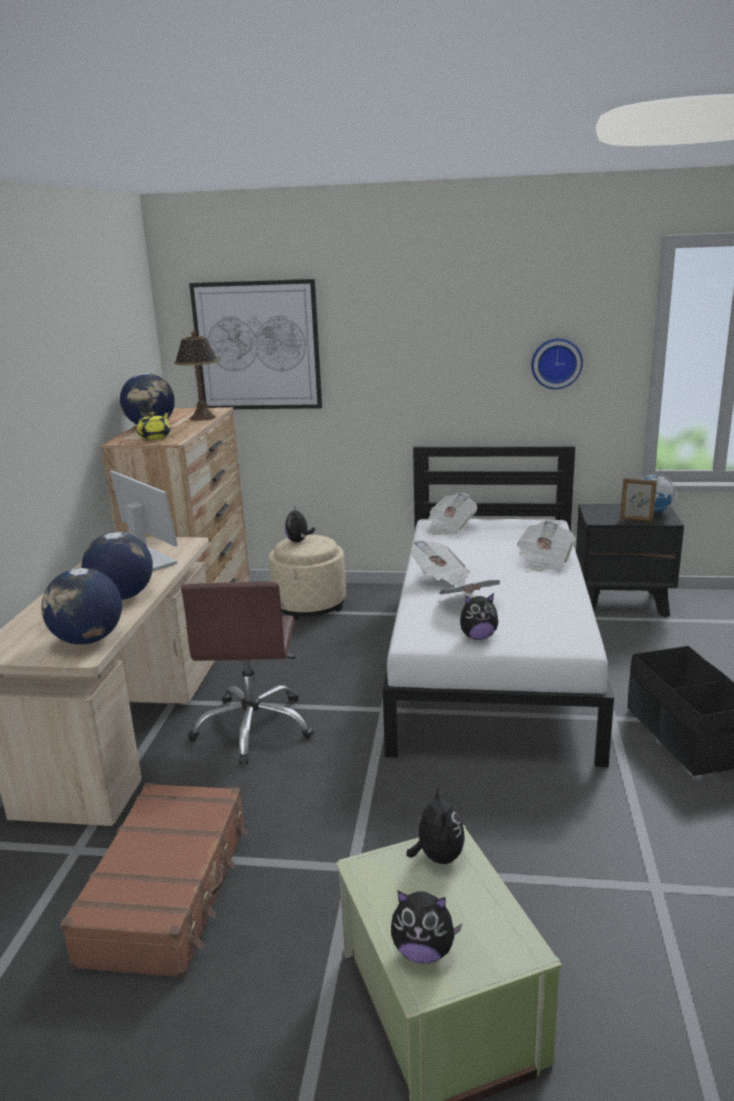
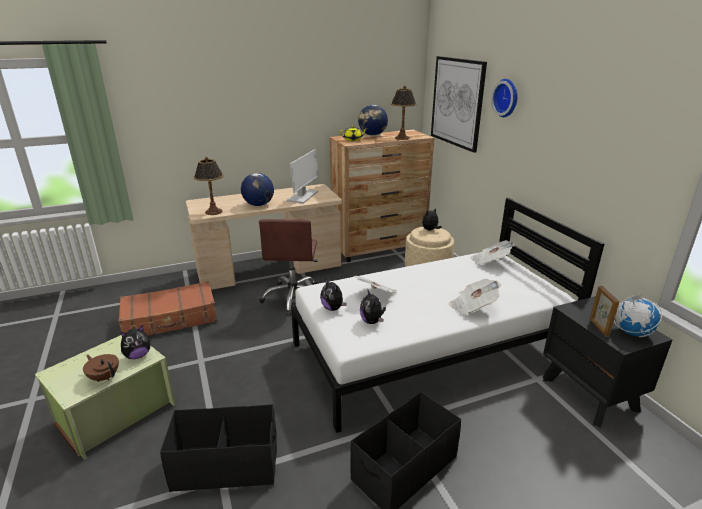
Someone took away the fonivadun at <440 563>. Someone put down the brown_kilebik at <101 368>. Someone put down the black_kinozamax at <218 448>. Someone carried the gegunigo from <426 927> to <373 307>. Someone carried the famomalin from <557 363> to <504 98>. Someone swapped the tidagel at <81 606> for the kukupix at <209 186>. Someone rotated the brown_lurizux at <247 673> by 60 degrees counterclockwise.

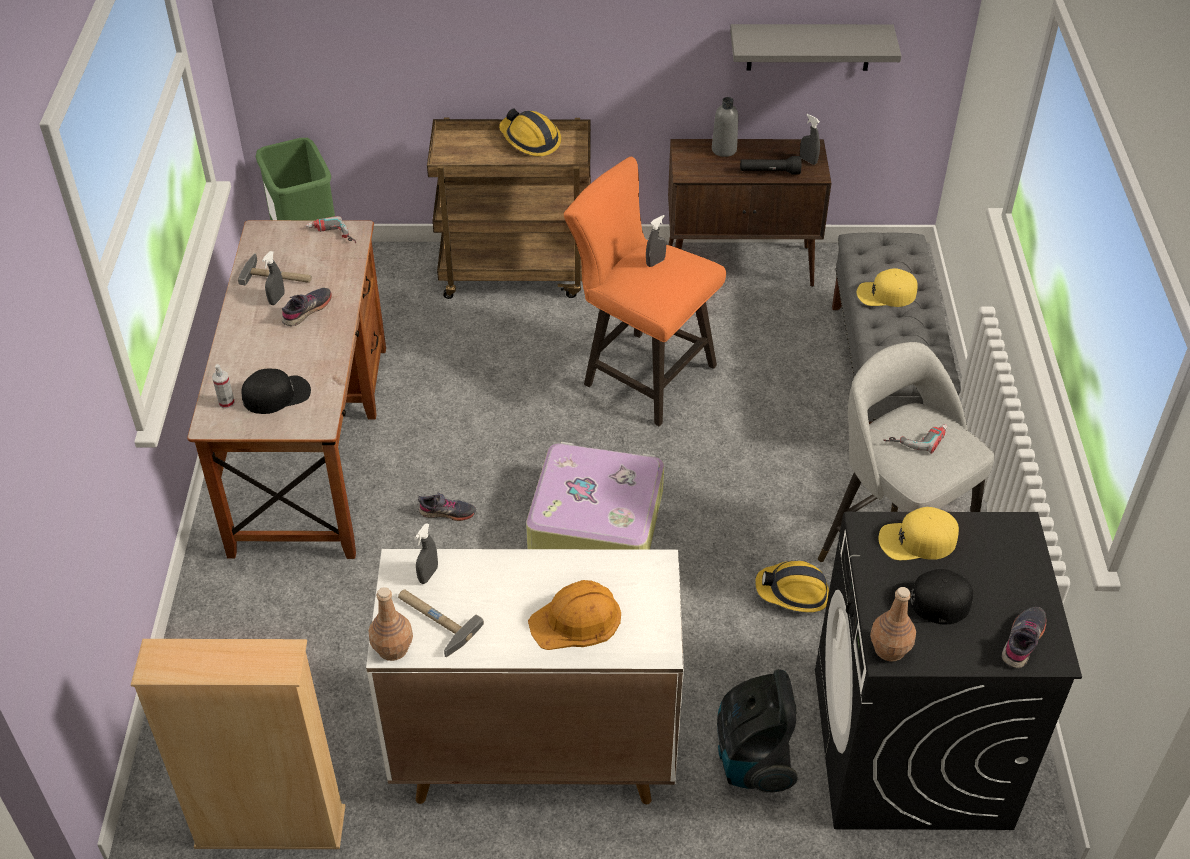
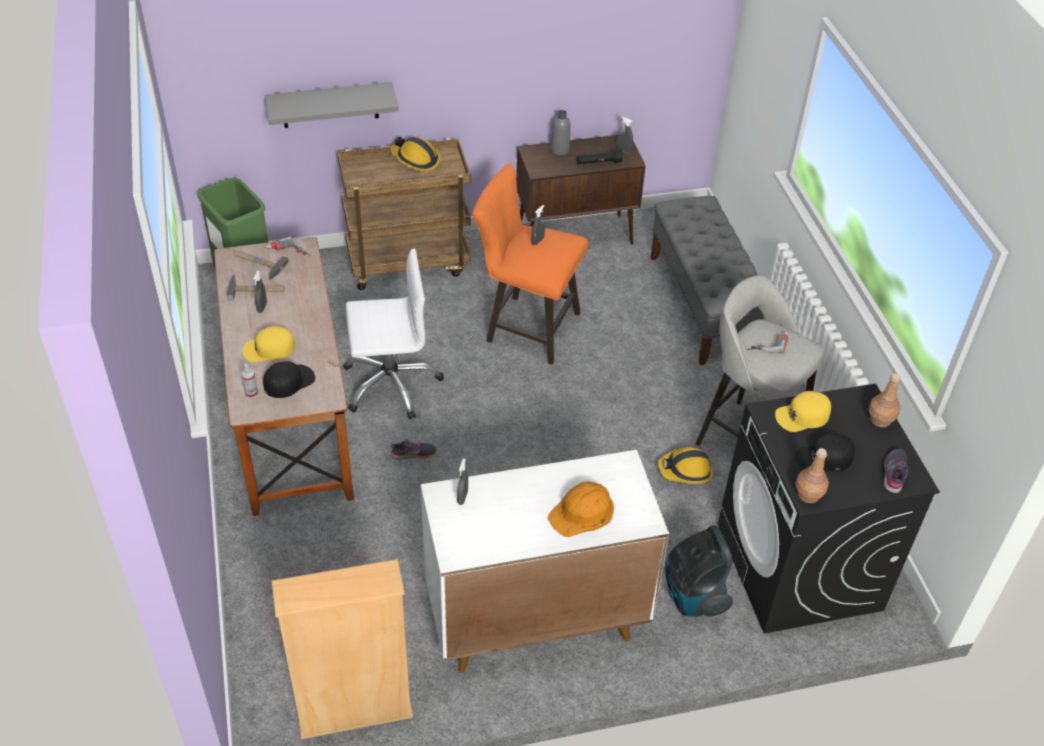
Someone took away the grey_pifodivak at <307 307>. Someone took away the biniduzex at <595 496>. Someone put down the white_lurizux at <393 333>. Someone carried the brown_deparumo from <391 624> to <885 400>. Someone carried the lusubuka from <441 623> to <261 265>. Someone carried the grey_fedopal from <815 47> to <332 105>. Someone carried the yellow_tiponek from <887 287> to <268 344>.

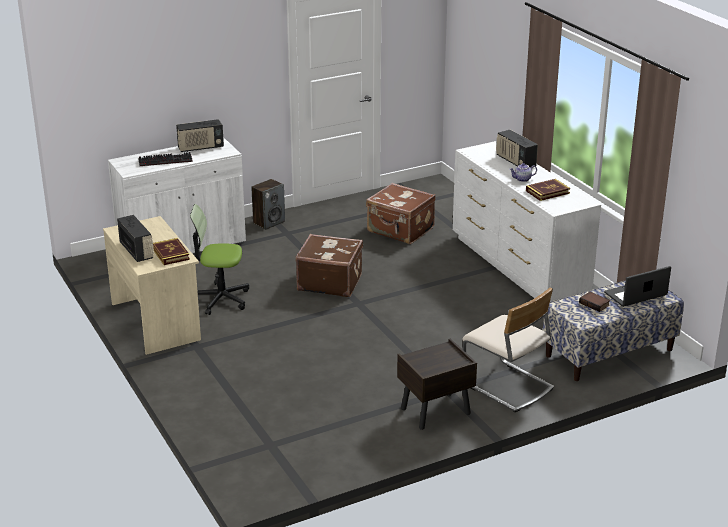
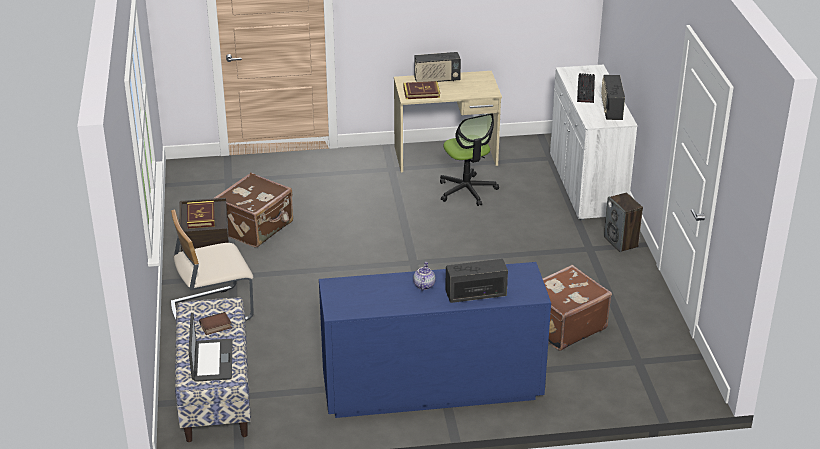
Someone carried the brown_biniduzex from <329 265> to <253 210>. Someone carried the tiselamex from <548 190> to <201 215>. Someone repainted the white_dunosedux at <526 221>, which became the blue_dunosedux at <435 340>. Someone rotated the lurizux at <219 259> by 135 degrees clockwise.

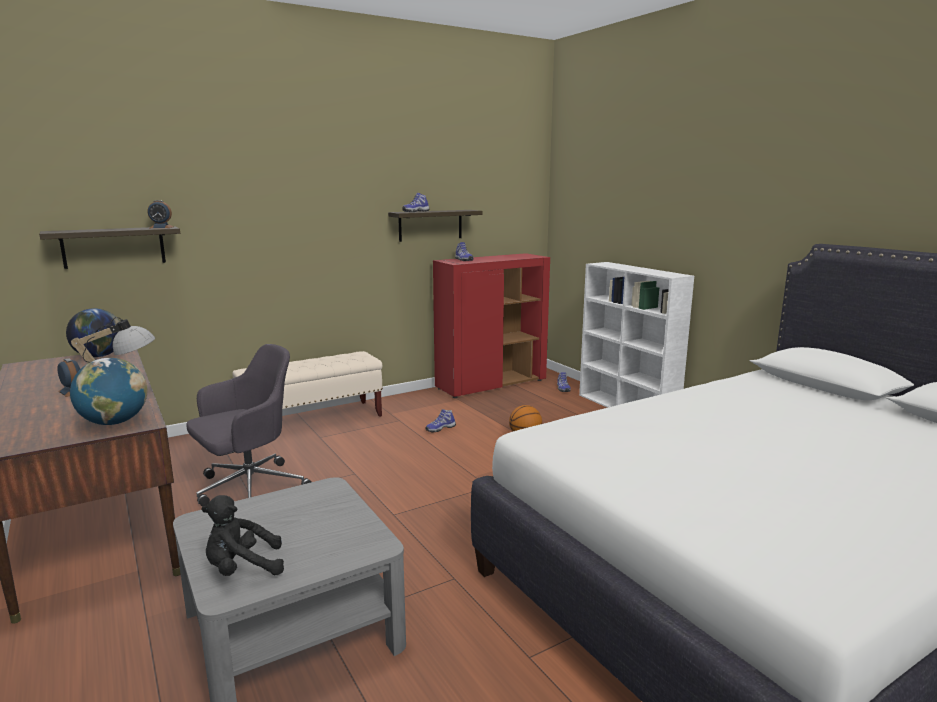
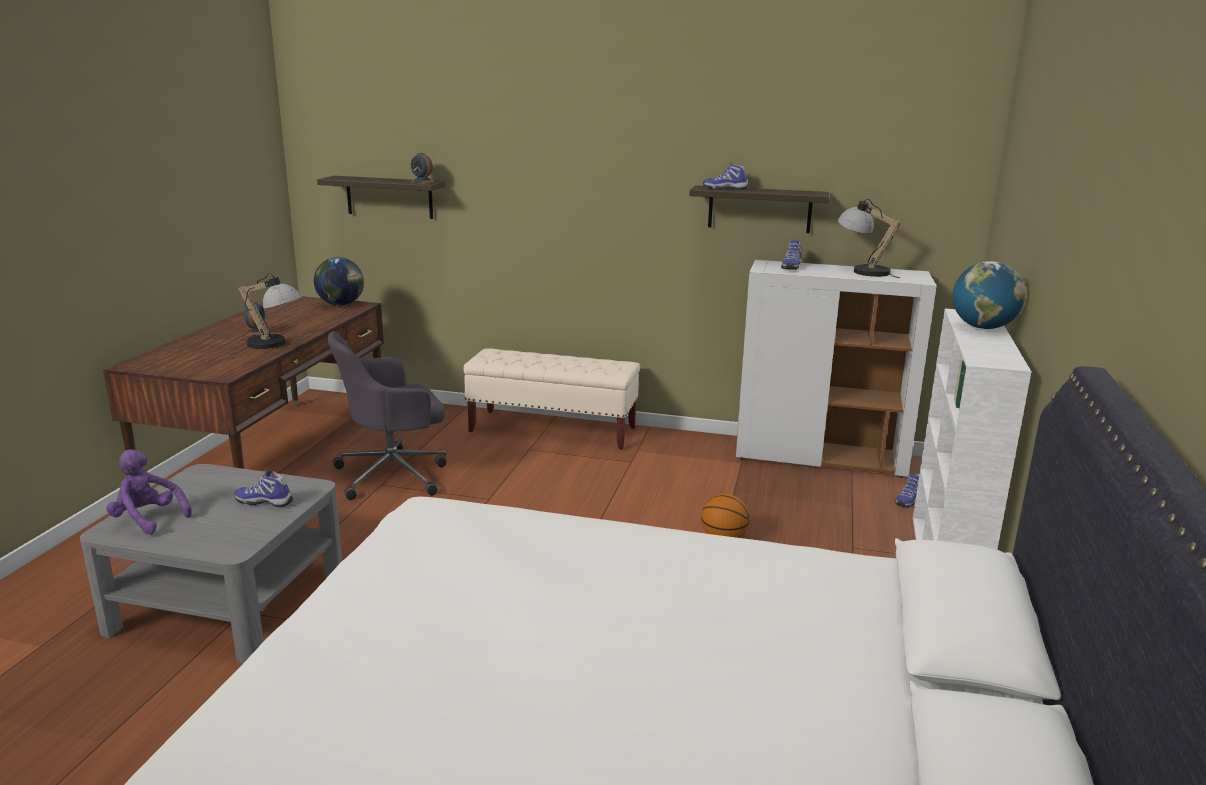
Someone put down the kukupix at <869 238>. Someone carried the tidagel from <108 391> to <989 295>. Someone carried the pifodivak from <440 421> to <263 488>. Someone repainted the black_gegunigo at <242 535>, which became the purple_gegunigo at <149 492>. Someone repainted the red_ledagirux at <491 325>, which became the white_ledagirux at <836 369>. Someone rotated the grey_lurizux at <249 425> by 150 degrees clockwise.

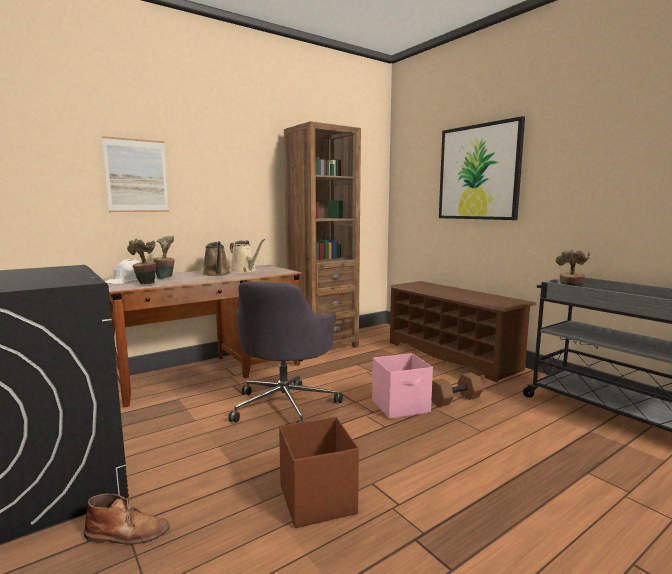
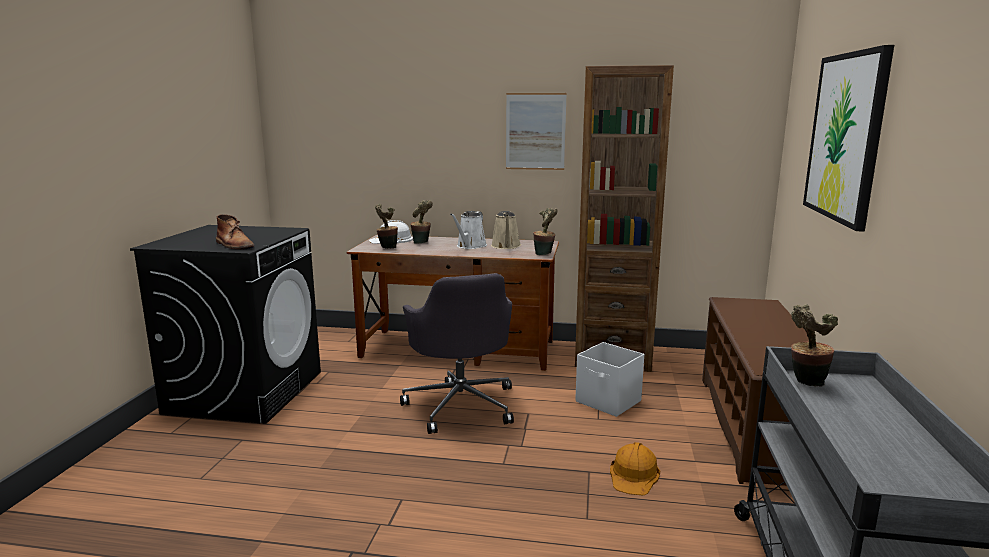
Someone took away the brown_kinozamax at <319 472>. Someone took away the pink_kinozamax at <402 386>. Someone put down the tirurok at <545 231>. Someone put down the white_kinozamax at <609 379>. Someone carried the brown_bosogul from <127 518> to <235 232>. Someone carried the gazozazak from <135 174> to <536 131>. Someone swapped the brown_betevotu at <457 389> for the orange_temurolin at <635 468>. Someone repainted the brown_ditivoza at <216 258>, which became the white_ditivoza at <468 230>. Someone rotated the grey_lurizux at <285 352> by 75 degrees counterclockwise.

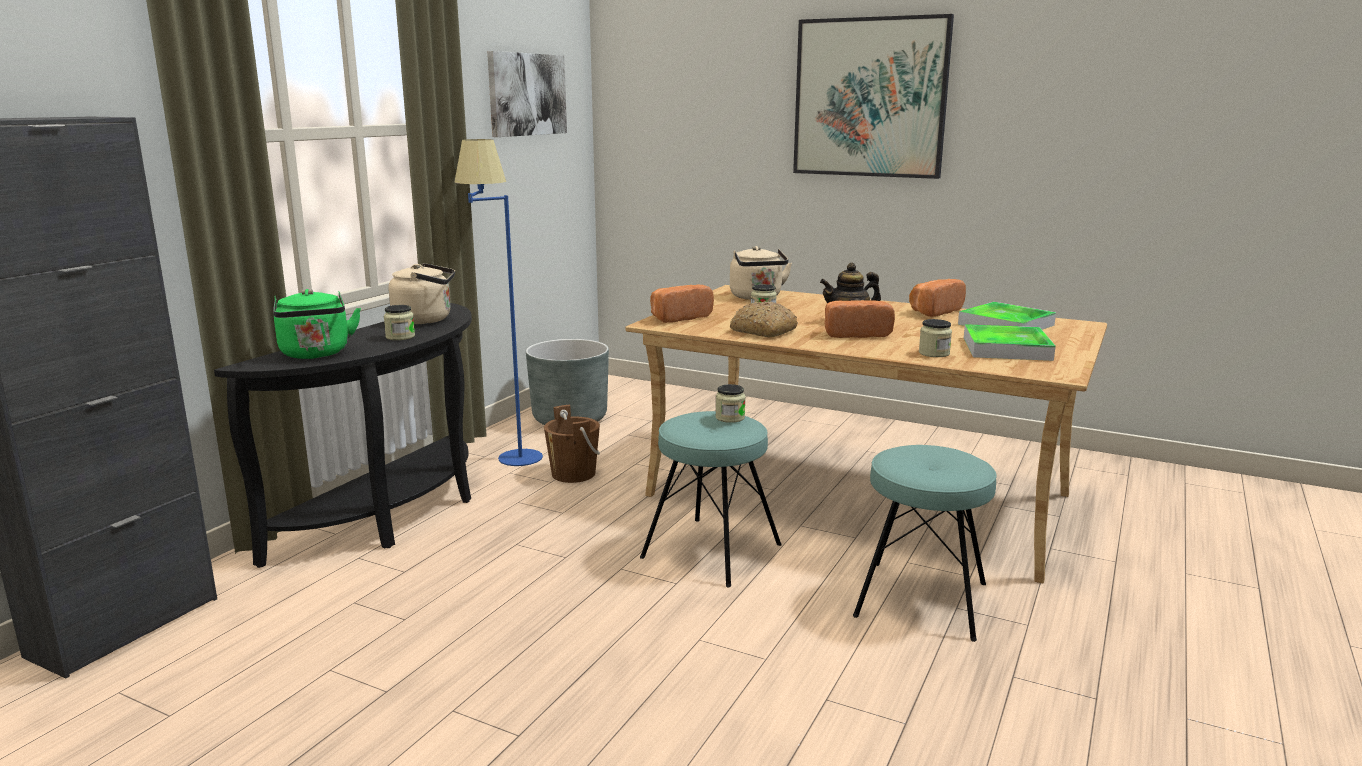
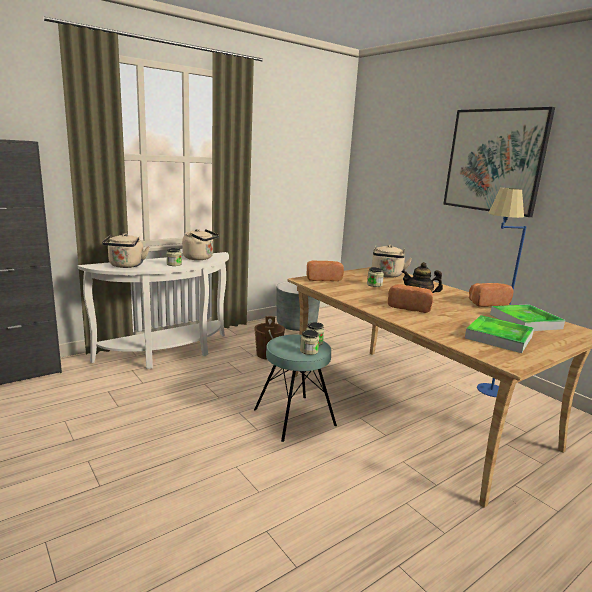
Someone took away the gazozazak at <527 94>. Someone took away the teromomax at <764 319>. Someone took away the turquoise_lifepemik at <925 543>. Someone carried the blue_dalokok from <498 302> to <502 292>. Someone carried the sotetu from <935 338> to <309 342>. Someone repainted the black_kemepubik at <343 435>, which became the white_kemepubik at <153 310>. Someone repainted the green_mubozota at <317 324>, which became the beige_mubozota at <126 250>.

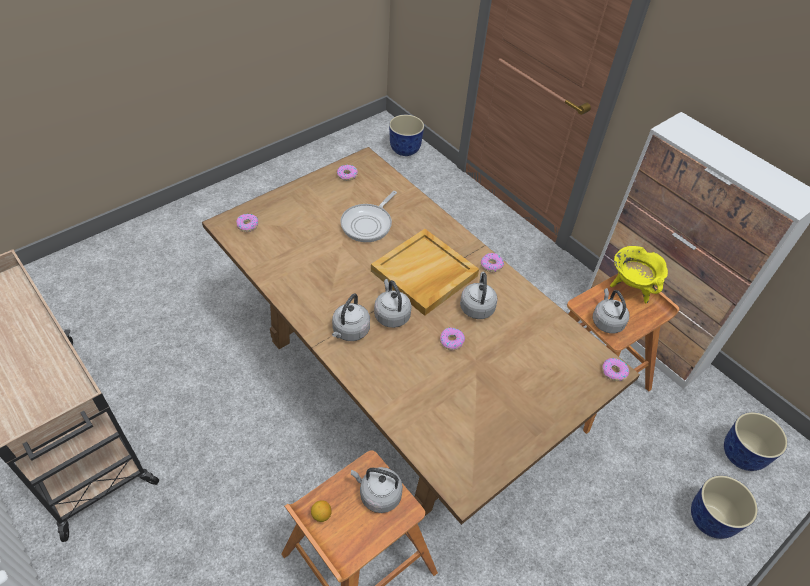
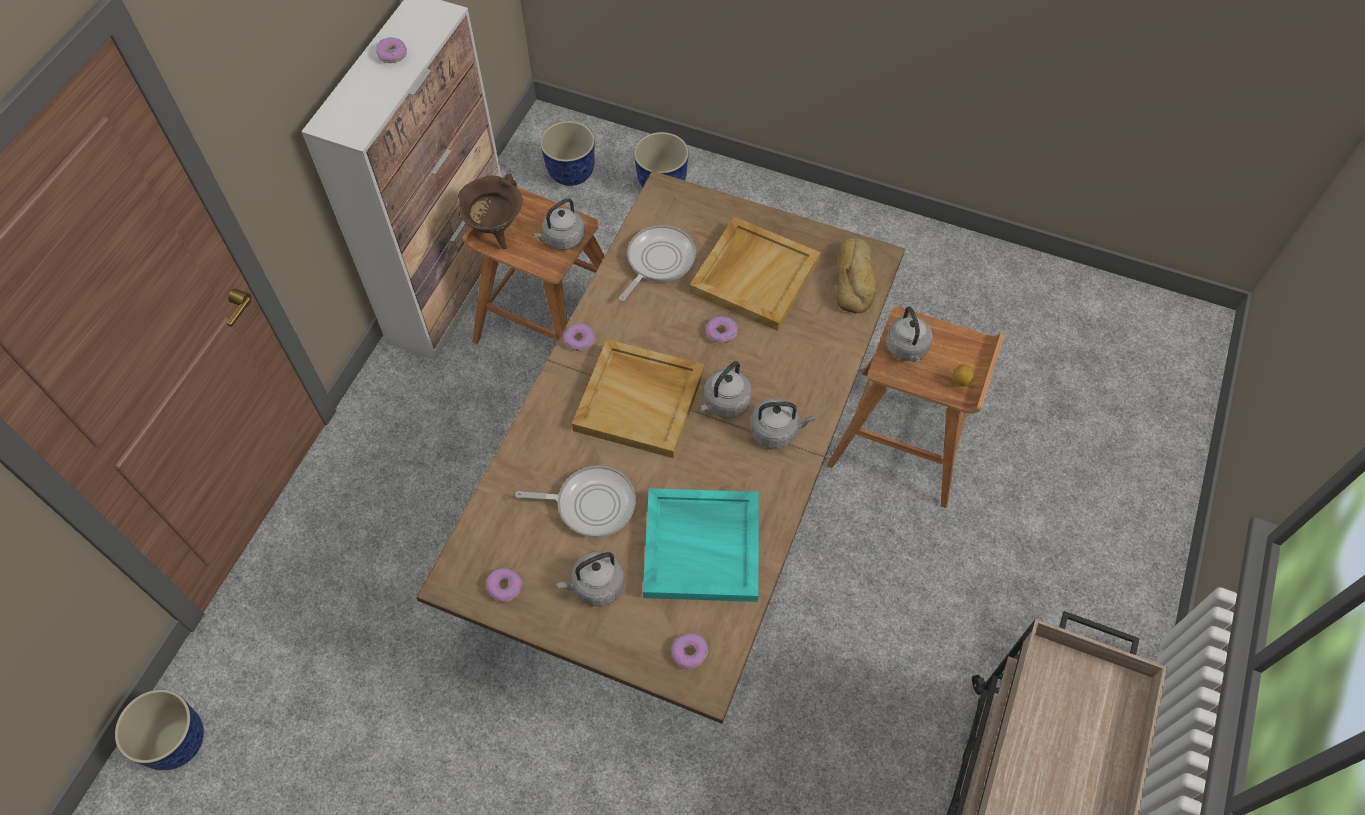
Someone put down the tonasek at <657 263>. Someone put down the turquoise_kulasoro at <701 545>. Someone put down the beige_kulasoro at <755 274>. Someone put down the teromomax at <857 276>. Someone carried the grey_mubozota from <479 295> to <590 578>. Someone carried the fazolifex from <615 369> to <391 50>. Someone repainted the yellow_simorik at <639 274>, which became the brown_simorik at <490 211>.

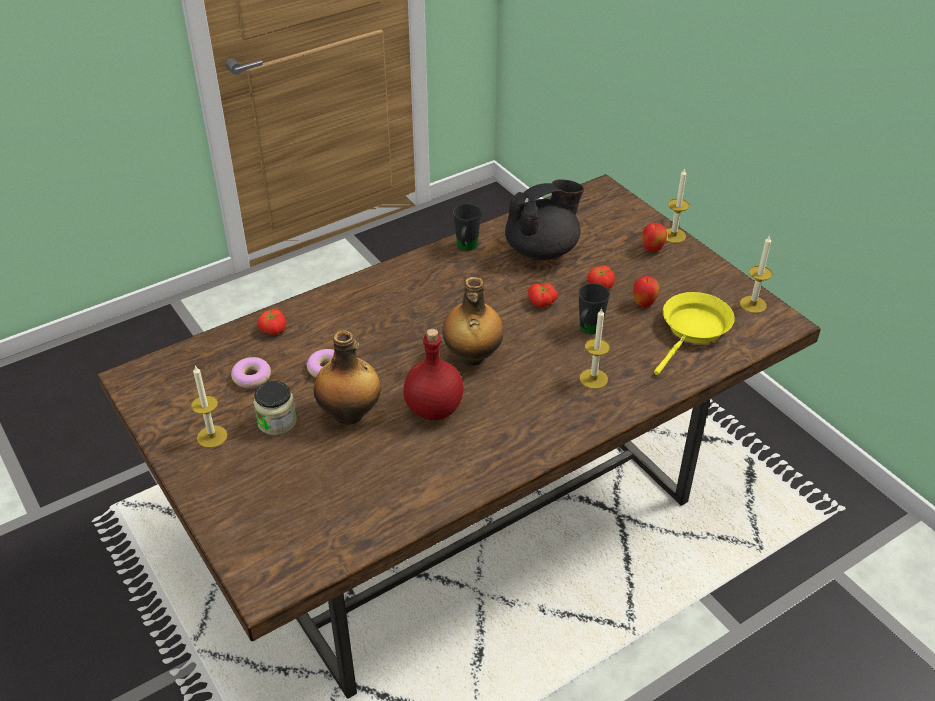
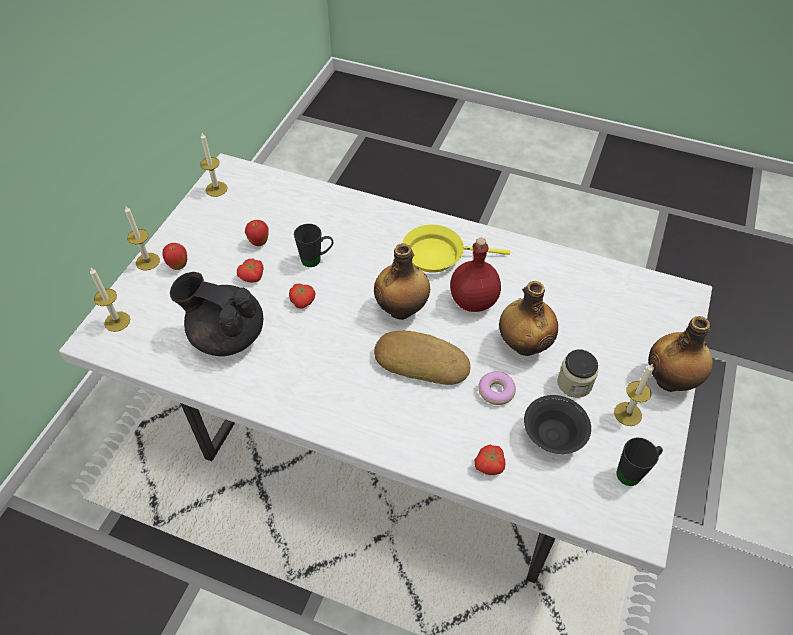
Someone put down the teromomax at <422 358>. Someone put down the deparumo at <680 354>. Someone carried the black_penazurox from <467 227> to <639 462>. Someone carried the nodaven from <594 348> to <110 300>. Someone carried the yellow_tonasek from <694 333> to <456 249>. Someone swapped the fazolifex at <251 372> for the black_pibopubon at <557 424>. Someone repainted the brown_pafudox at <459 436>, which became the white_pafudox at <385 368>.

